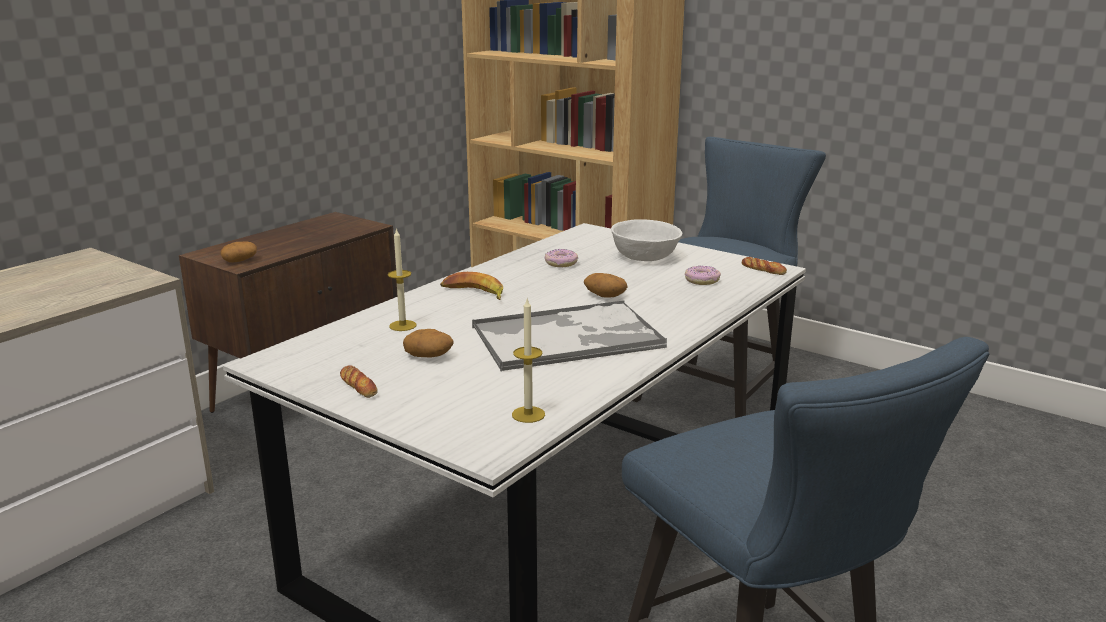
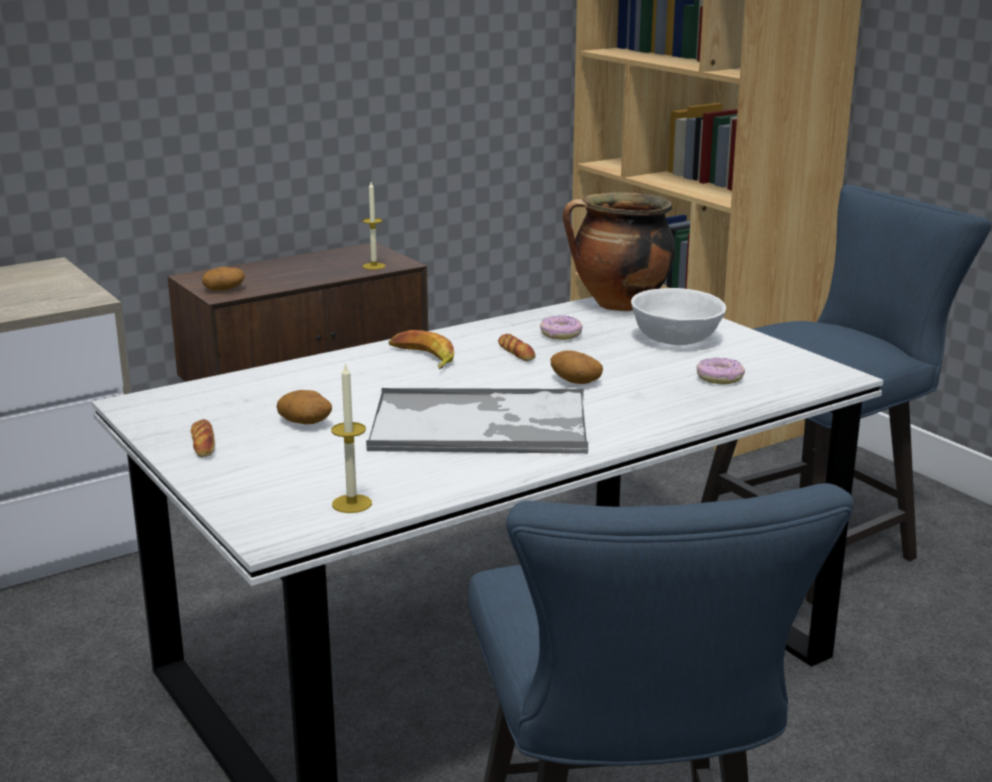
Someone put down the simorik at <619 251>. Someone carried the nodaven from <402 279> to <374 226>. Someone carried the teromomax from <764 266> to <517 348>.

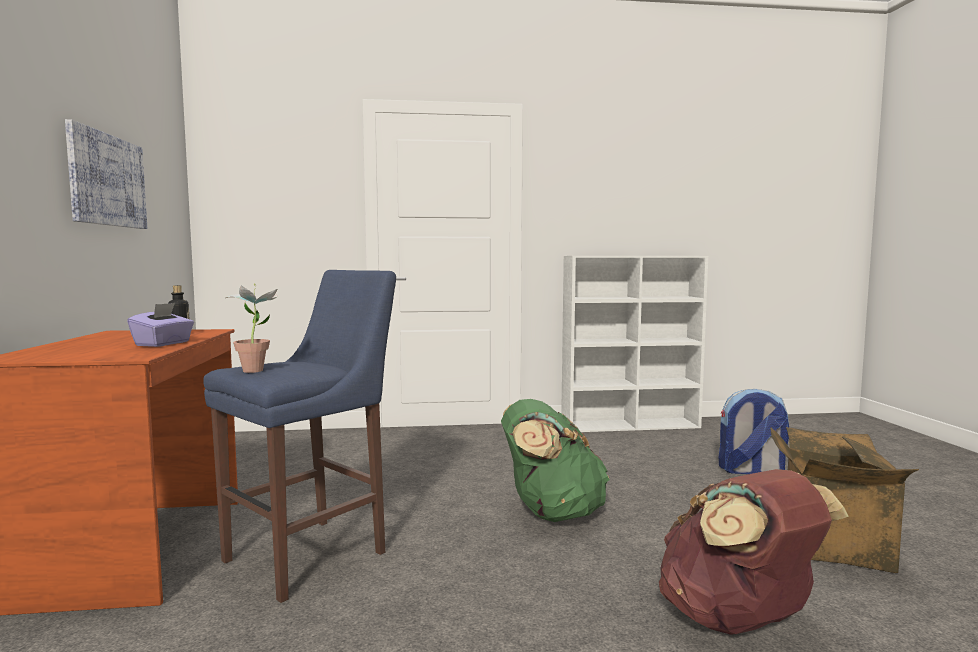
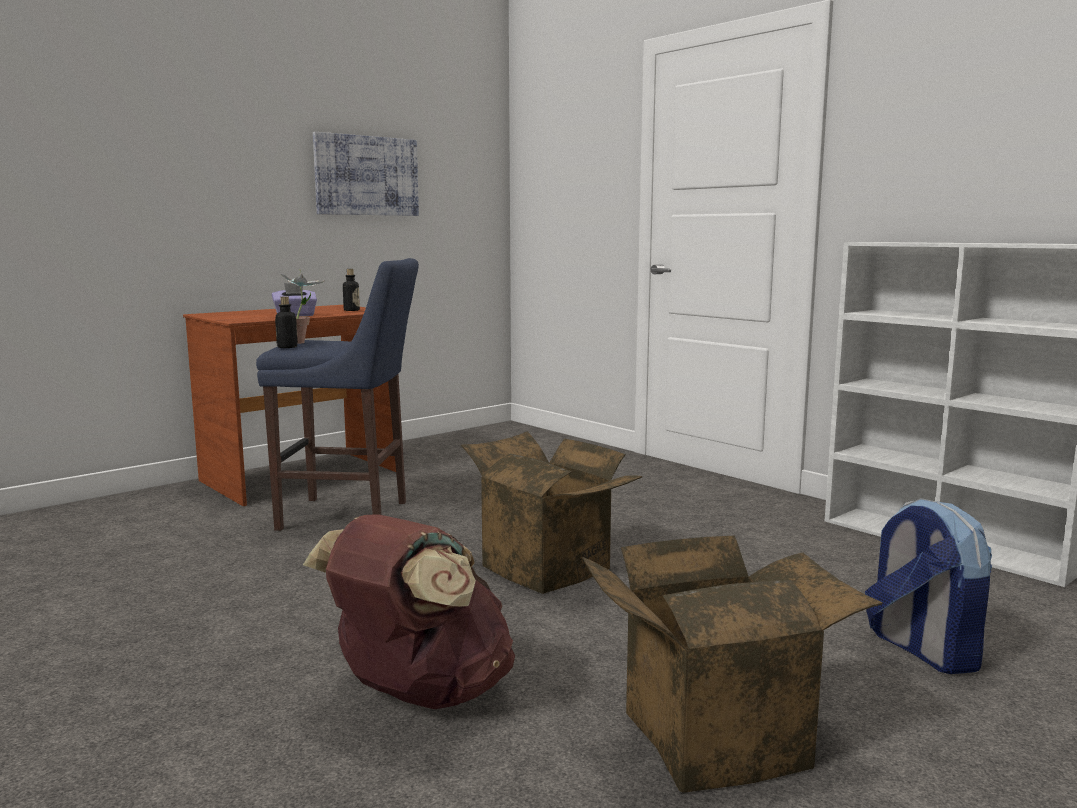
Someone put down the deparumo at <286 322>. Someone swapped the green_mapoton at <555 460> for the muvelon at <552 512>.

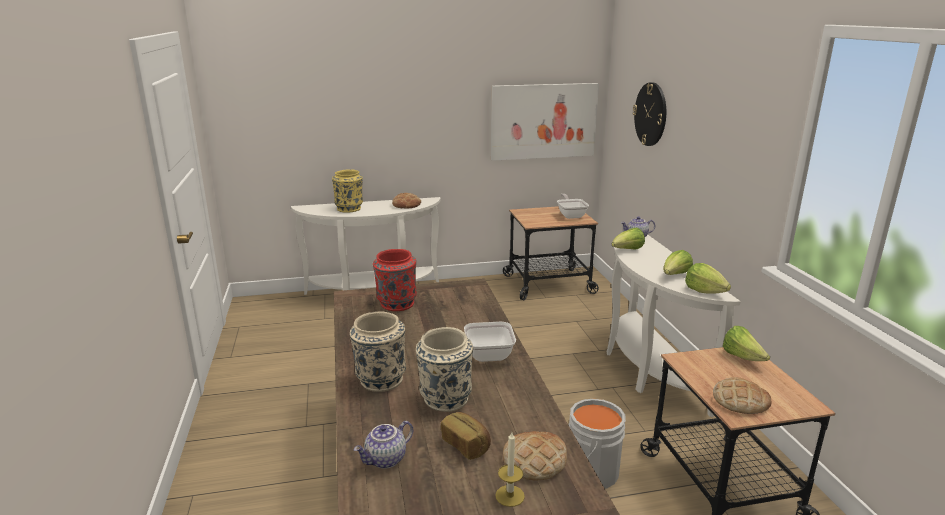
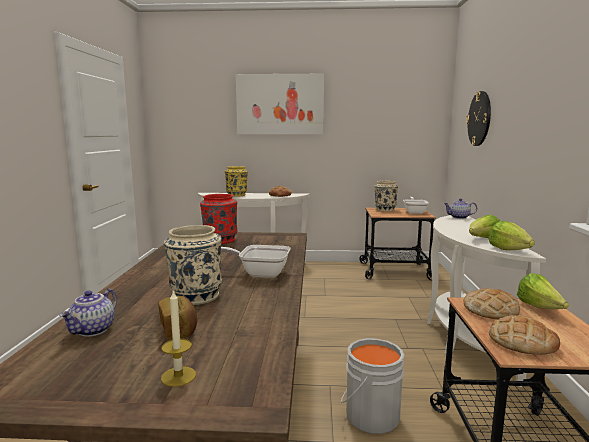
Someone took away the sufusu at <628 239>. Someone carried the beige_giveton from <378 351> to <386 196>. Someone carried the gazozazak from <545 122> to <280 104>. Someone carried the teromomax from <535 456> to <491 303>. Someone rotated the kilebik at <383 445> by 45 degrees counterclockwise.

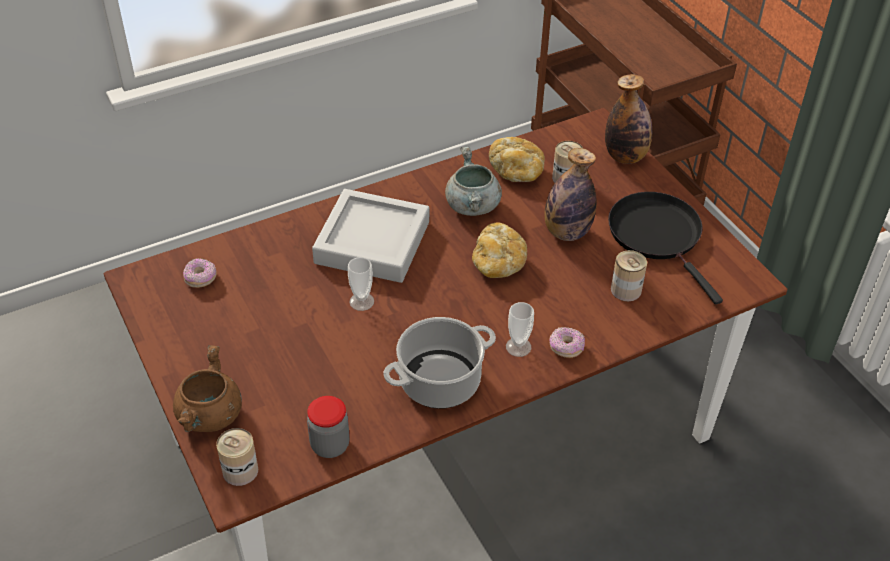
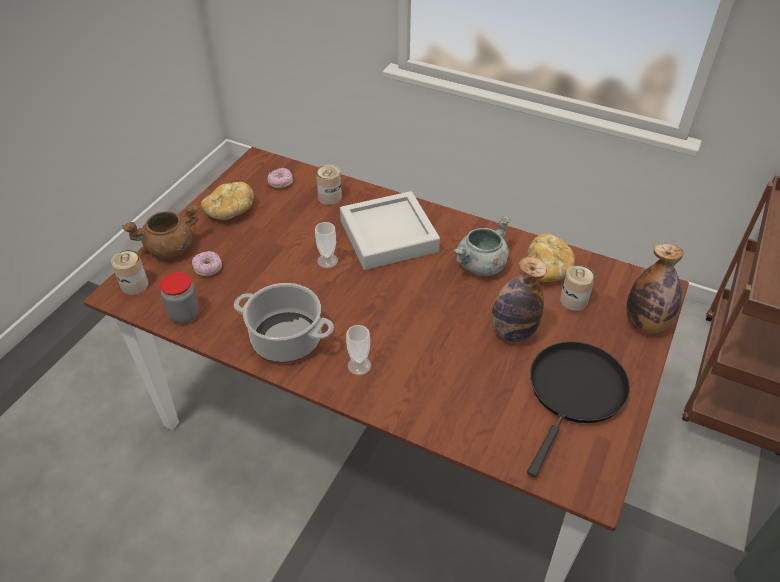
Someone carried the teromomax from <499 250> to <227 201>. Someone carried the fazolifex from <567 342> to <207 263>. Someone carried the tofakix from <629 275> to <329 185>.

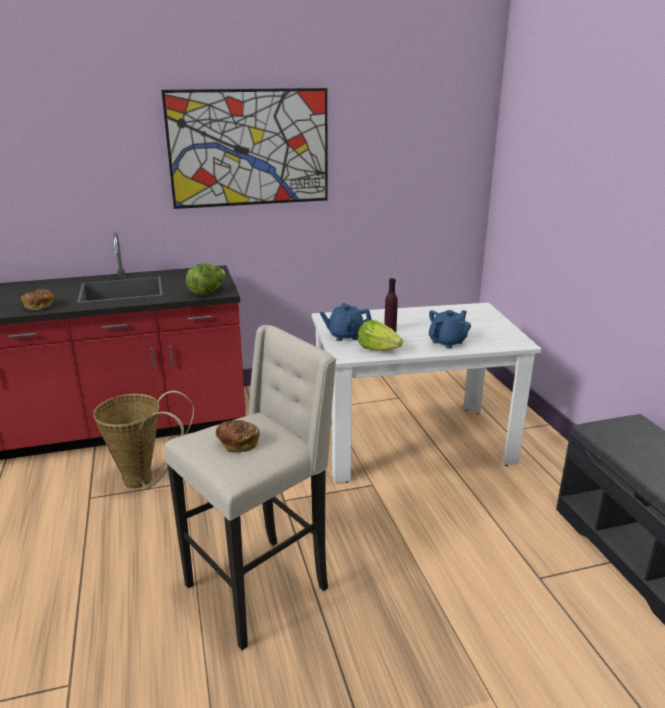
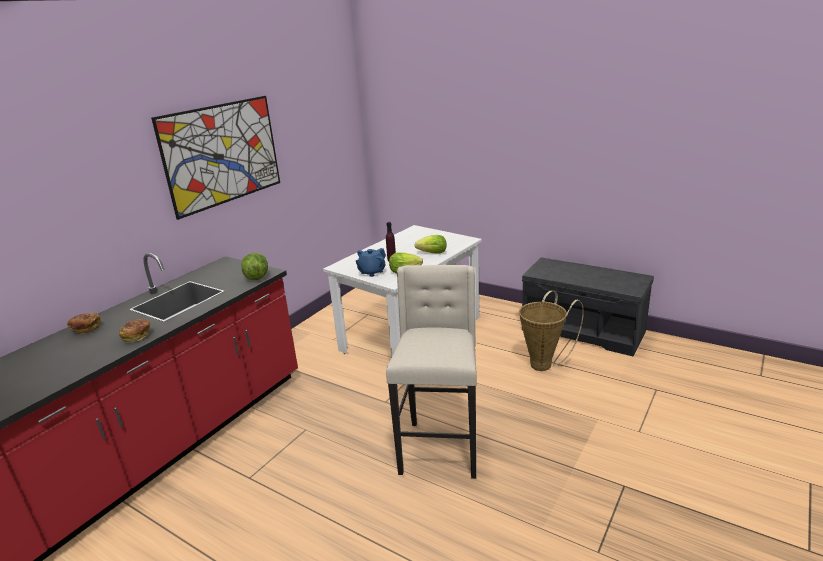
Someone carried the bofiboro from <143 439> to <551 330>. Someone carried the teromomax from <238 436> to <83 323>. Someone swapped the blue_kilebik at <450 329> for the sufusu at <430 244>.

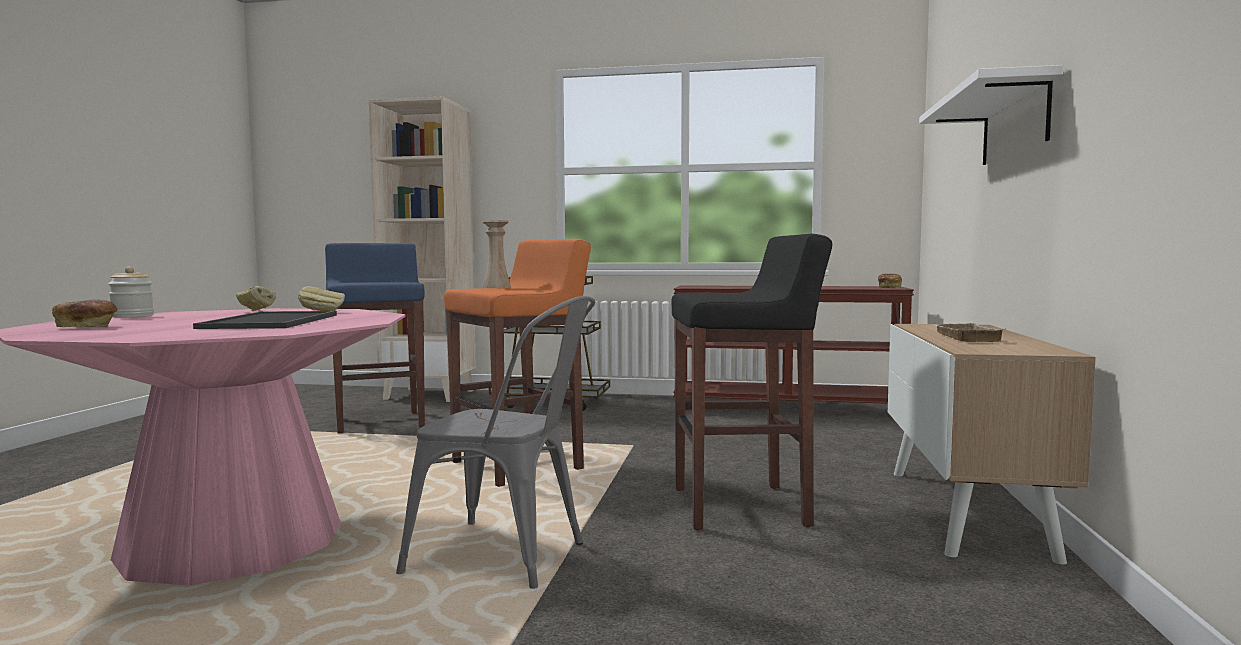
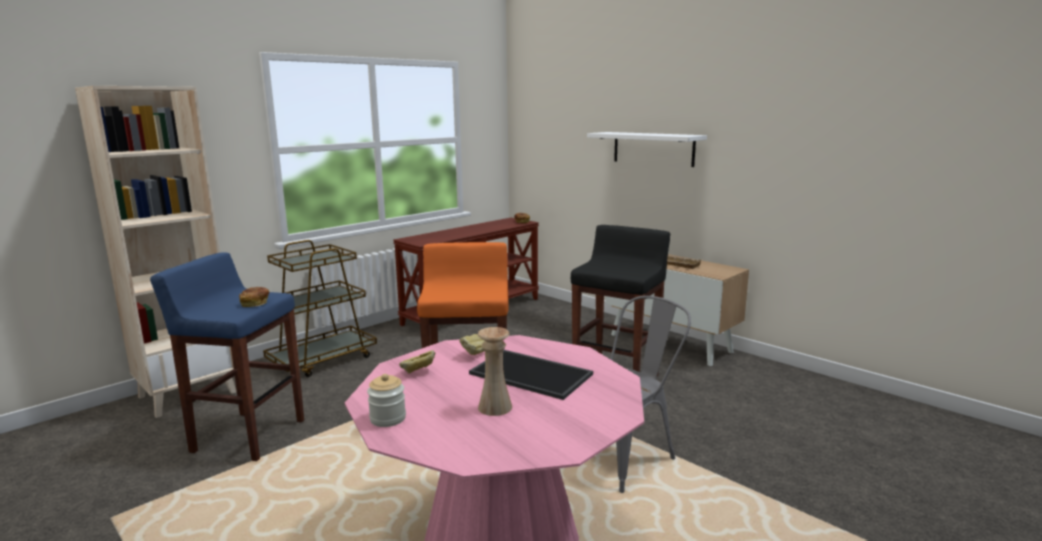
Someone carried the teromomax from <85 313> to <254 297>. Someone carried the beige_giveton from <496 254> to <495 371>.

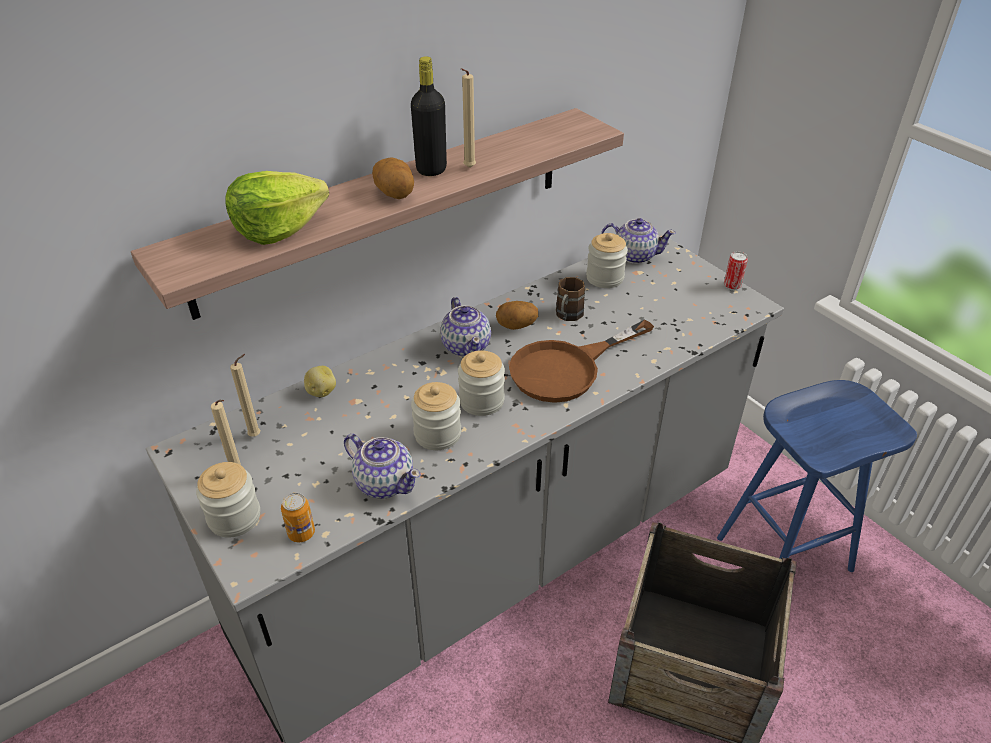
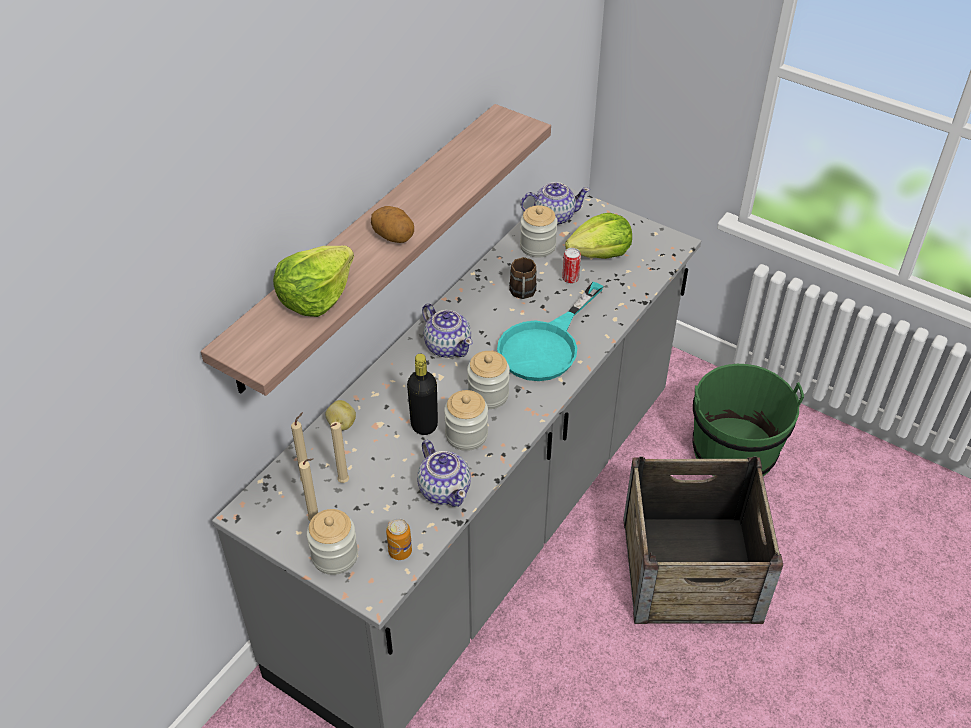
Someone took away the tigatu at <517 315>. Someone put down the sufusu at <598 236>. Someone carried the black_deparumo from <429 116> to <422 394>. Someone carried the beige_nodaven from <468 118> to <339 452>. Someone carried the tofakix from <736 270> to <571 266>. Someone swapped the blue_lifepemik at <817 476> for the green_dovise at <748 420>. Someone repainted the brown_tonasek at <581 361>, which became the turquoise_tonasek at <550 331>. Someone rotated the kilebik at <382 466> by 45 degrees clockwise.

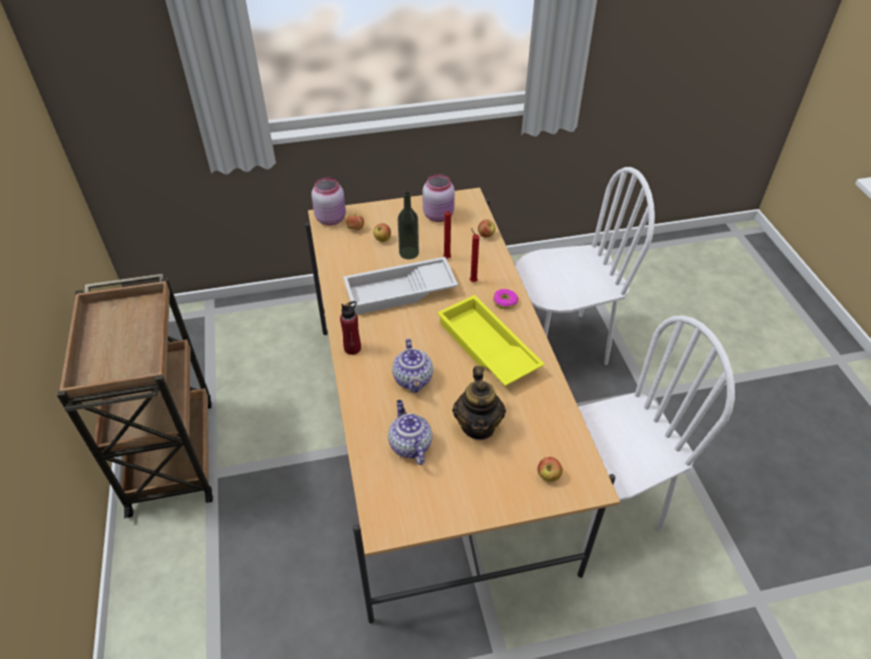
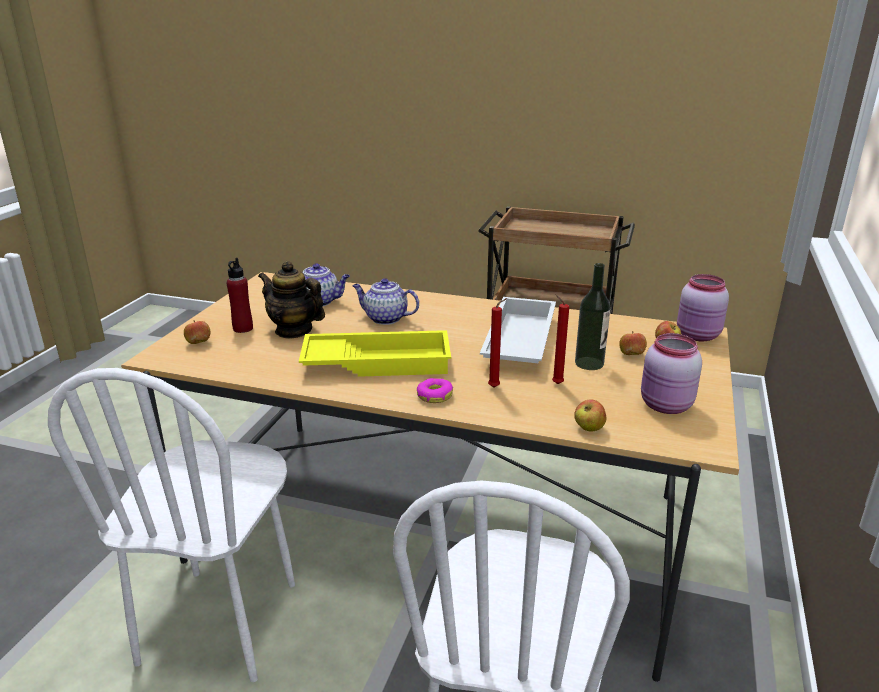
Someone carried the red_deparumo from <350 328> to <240 295>.

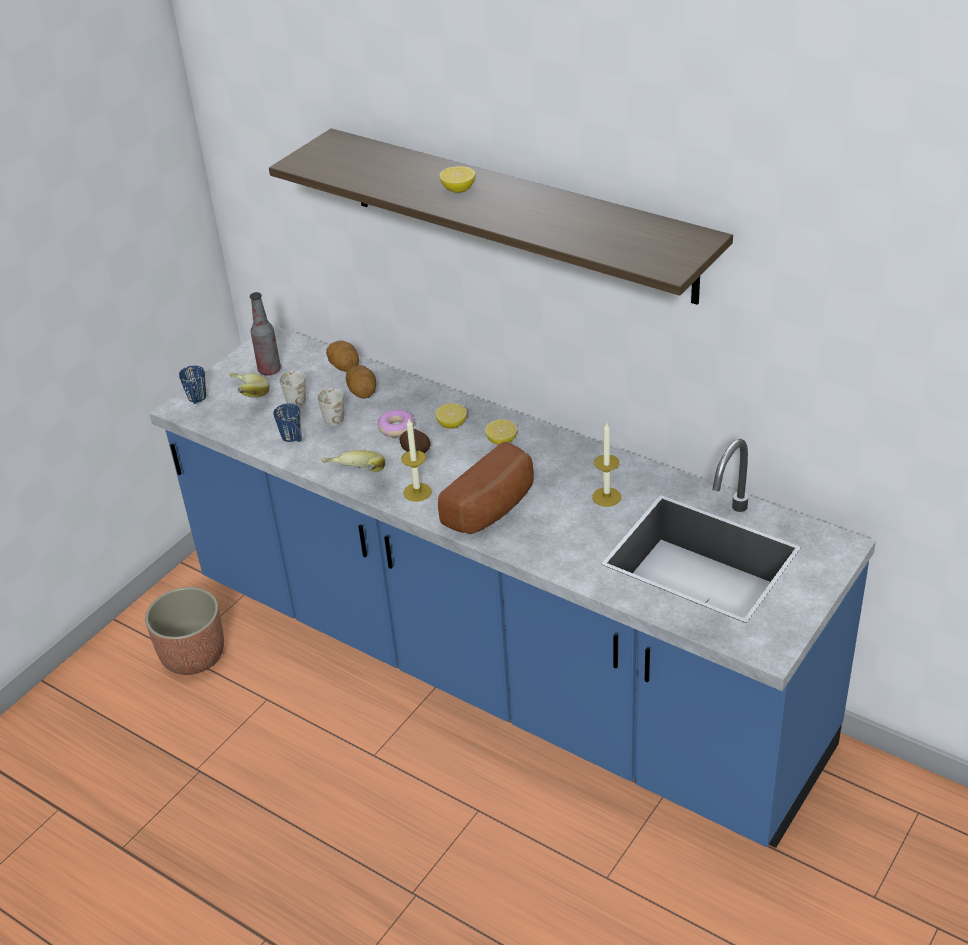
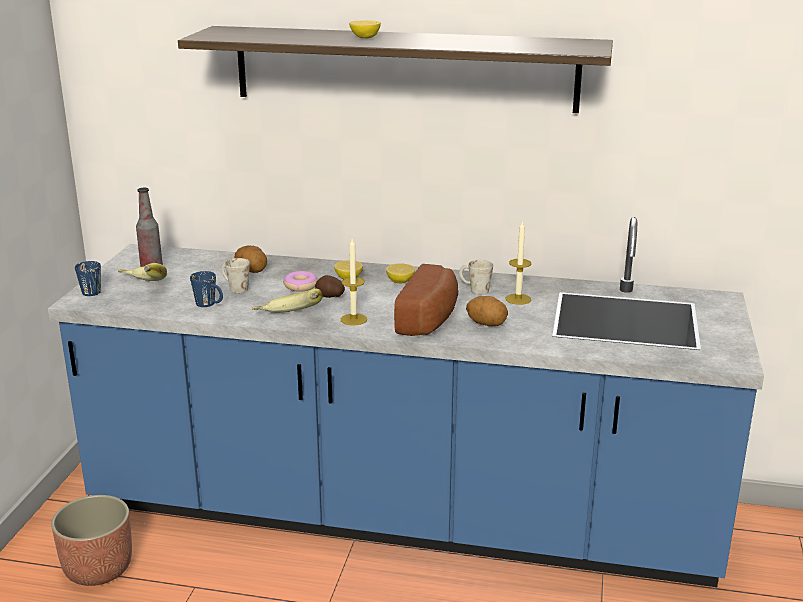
Someone carried the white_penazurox from <292 389> to <476 277>. Someone carried the tigatu from <342 356> to <487 311>.

